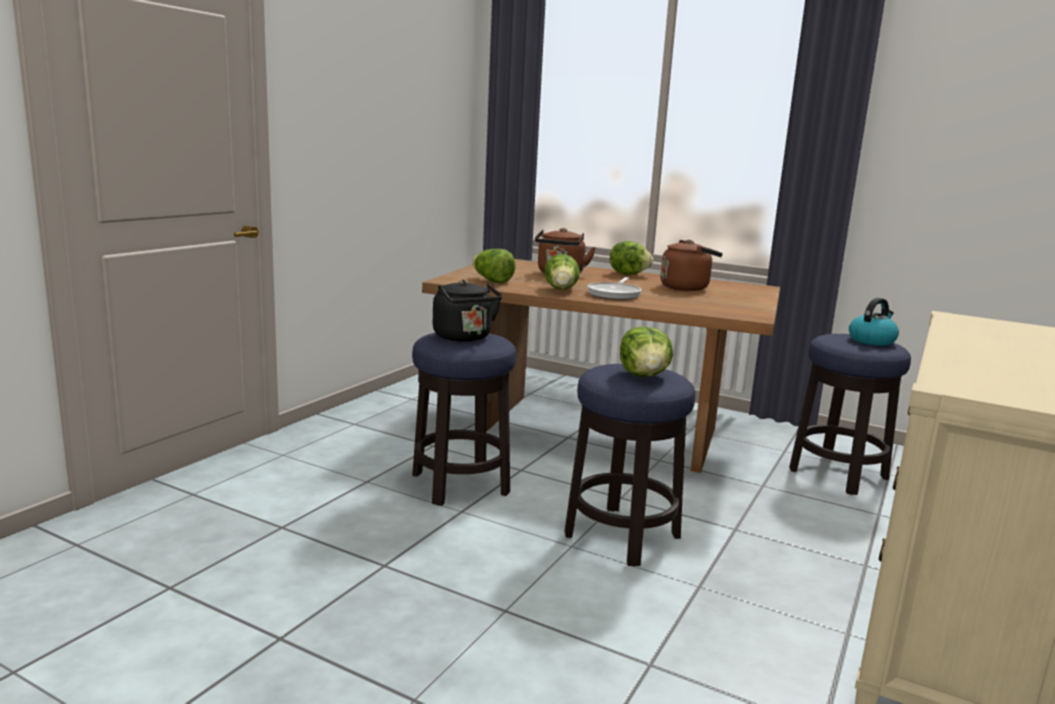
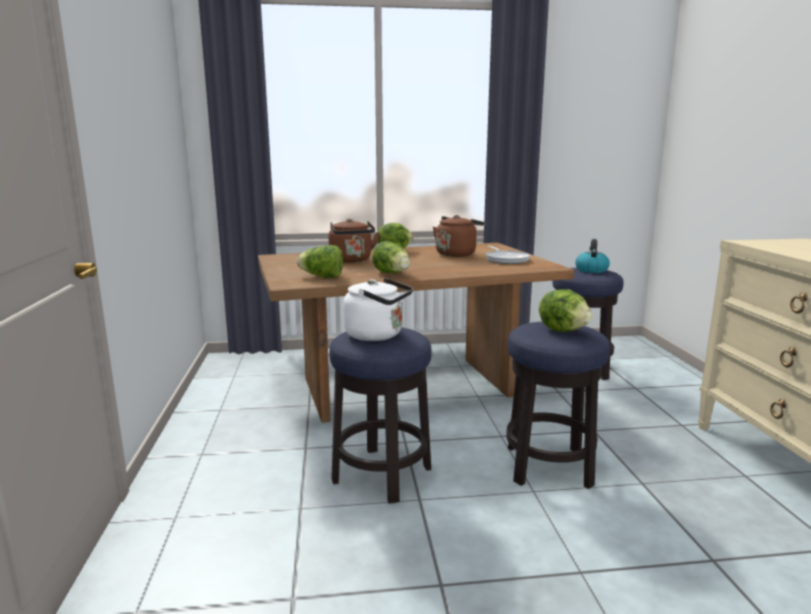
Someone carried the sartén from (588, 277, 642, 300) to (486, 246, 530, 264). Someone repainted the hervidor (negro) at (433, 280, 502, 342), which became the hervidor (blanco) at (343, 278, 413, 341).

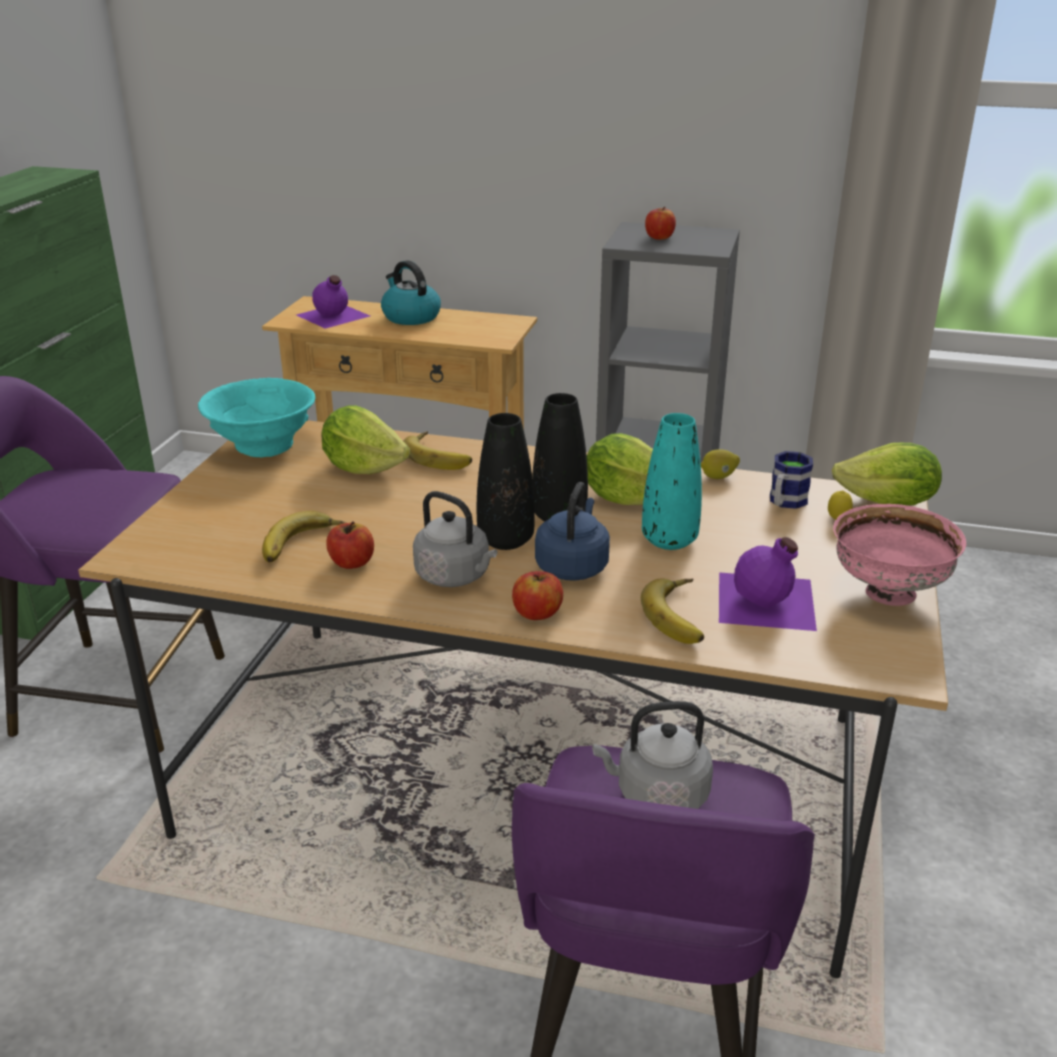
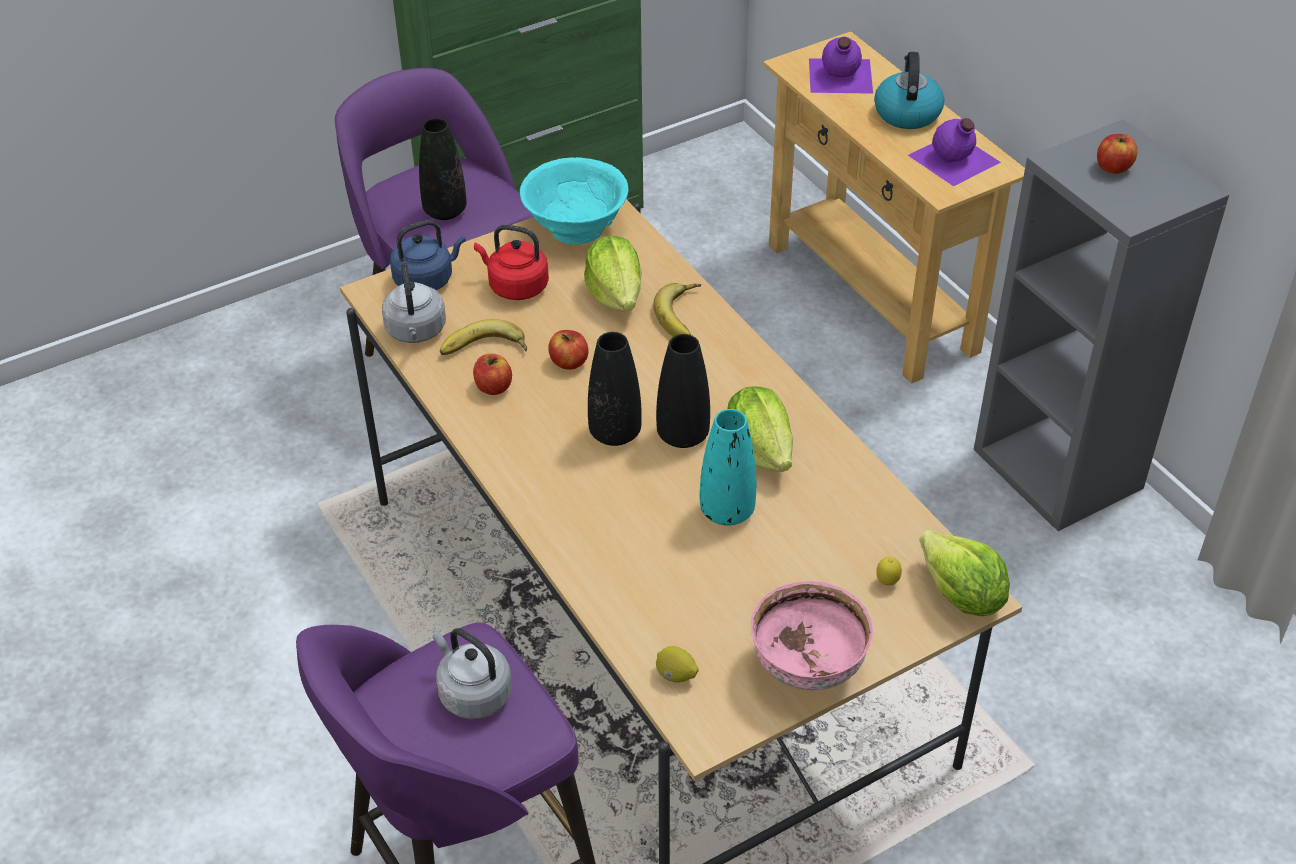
Someone took away the plátano at (641, 578, 704, 644). Someone took away the taza grande at (770, 451, 813, 509). Someone put down the florero (negro) at (419, 118, 467, 220). Someone put down the hervidor (rojo) at (474, 225, 549, 300). Someone carried the hervidor (gris) from (413, 491, 497, 587) to (382, 262, 446, 343). Someone carried the manzana from (512, 571, 563, 620) to (548, 330, 589, 370). Someone carried the hervidor (azul) from (535, 482, 610, 581) to (390, 220, 466, 290). Someone carried the limón from (701, 449, 740, 479) to (656, 646, 699, 683). Someone carried the botella (morado) from (719, 537, 817, 631) to (908, 118, 1001, 187).

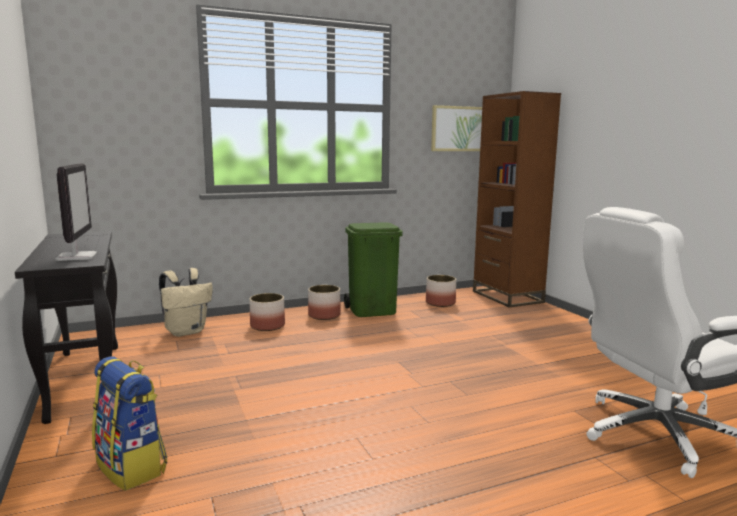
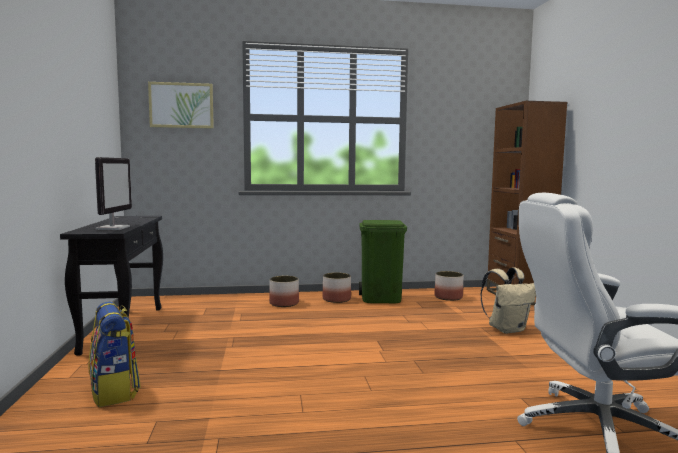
Someone carried the mochila (beis) from (159, 268, 213, 337) to (480, 267, 536, 334). Someone carried the cuadro from (431, 105, 482, 151) to (148, 82, 214, 129).

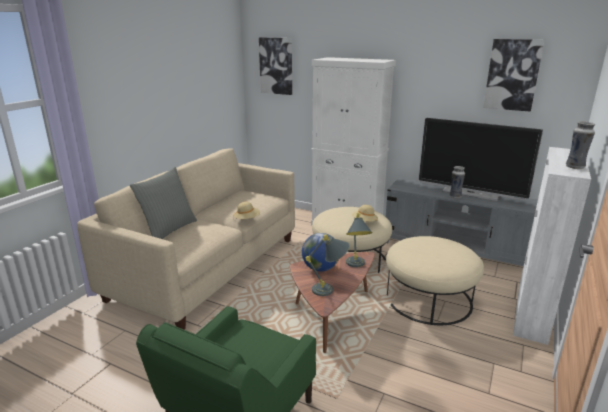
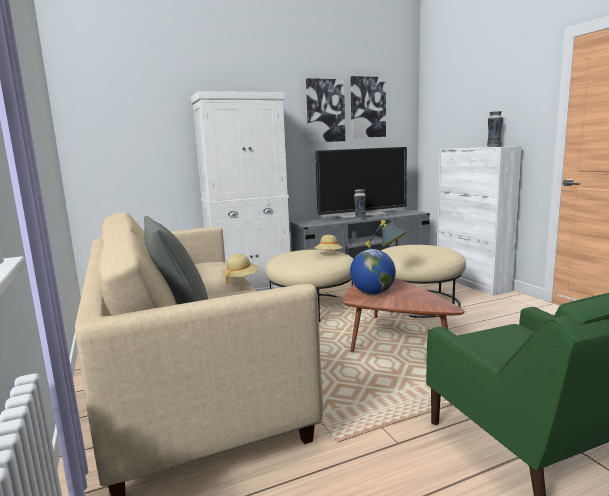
Someone took away the lámpara de mesa (gris) at (306, 234, 350, 296). Someone carried the cuadro from (259, 37, 292, 95) to (306, 78, 345, 142).

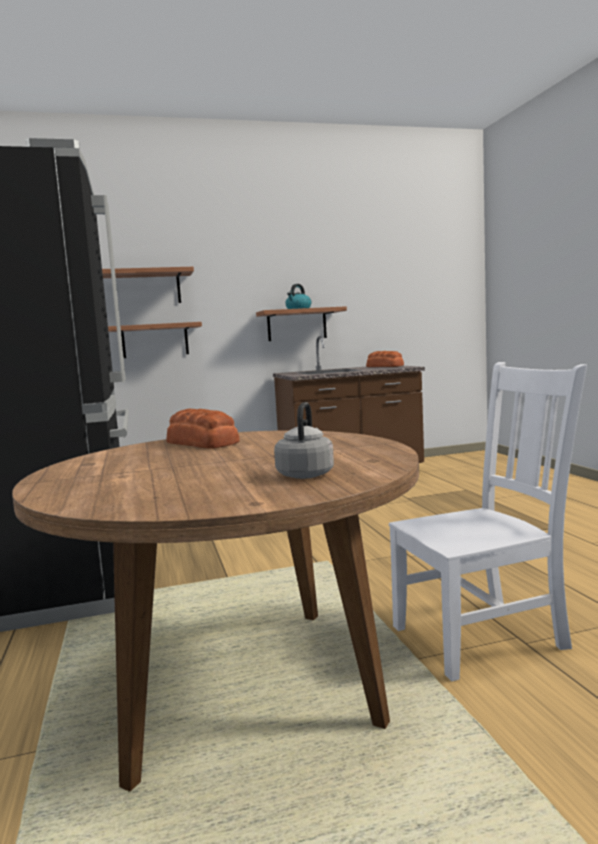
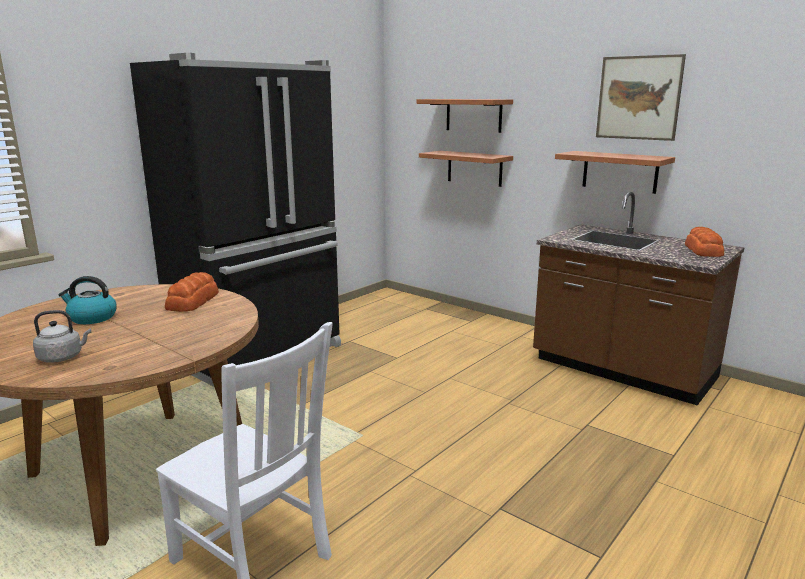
Someone put up the cuadro at (596, 54, 686, 141). Someone carried the hervidor from (285, 284, 311, 309) to (58, 276, 117, 324).

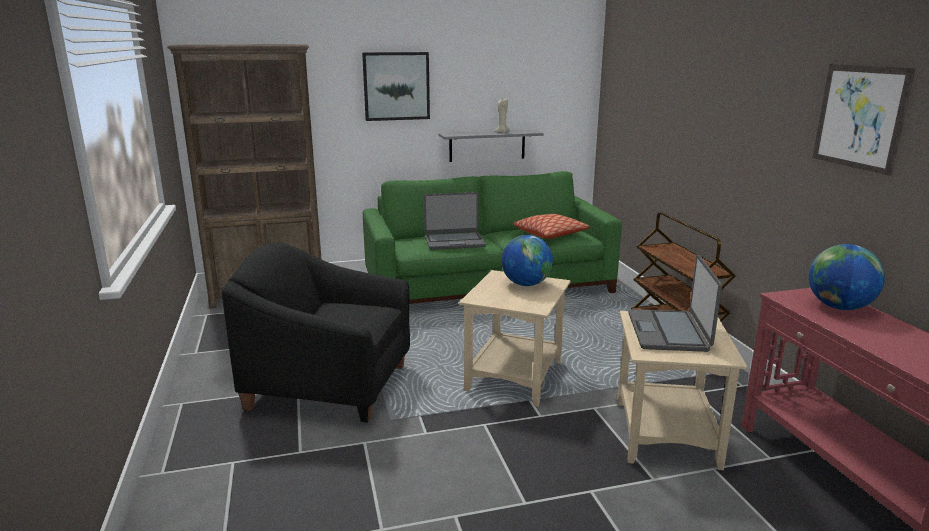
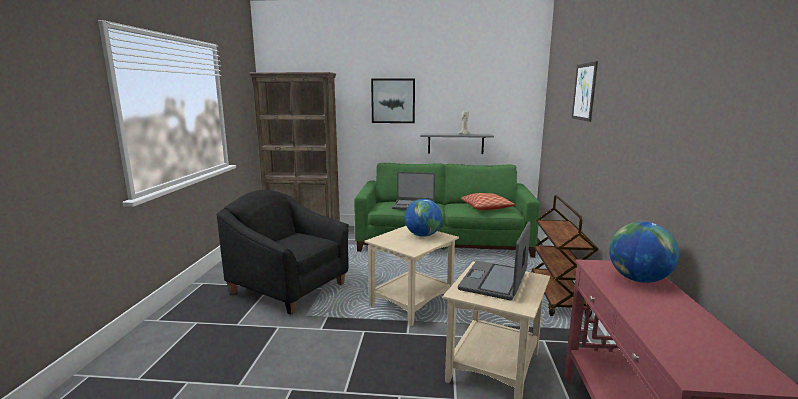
Someone carried the cuadro from (812, 64, 916, 176) to (572, 61, 598, 122).

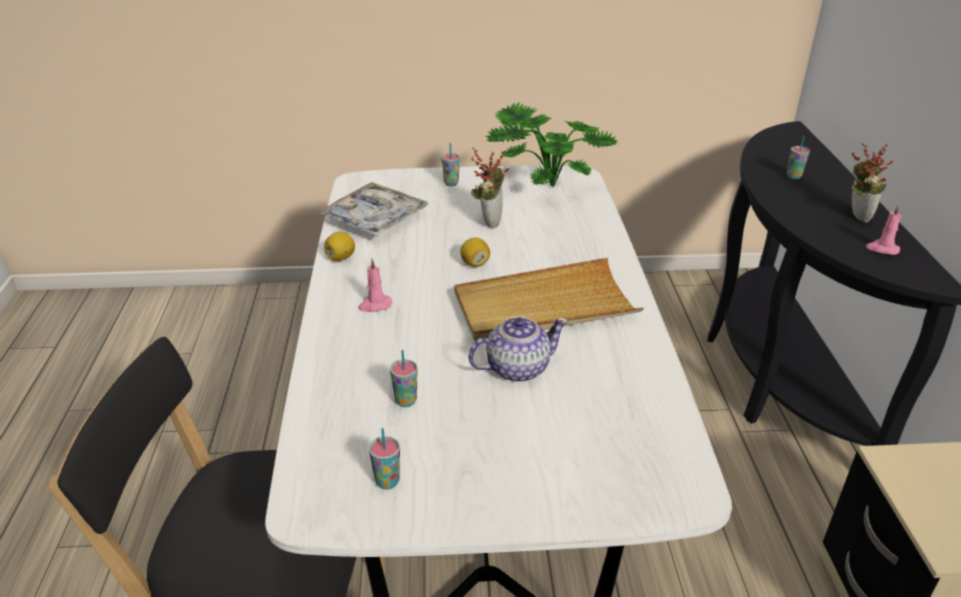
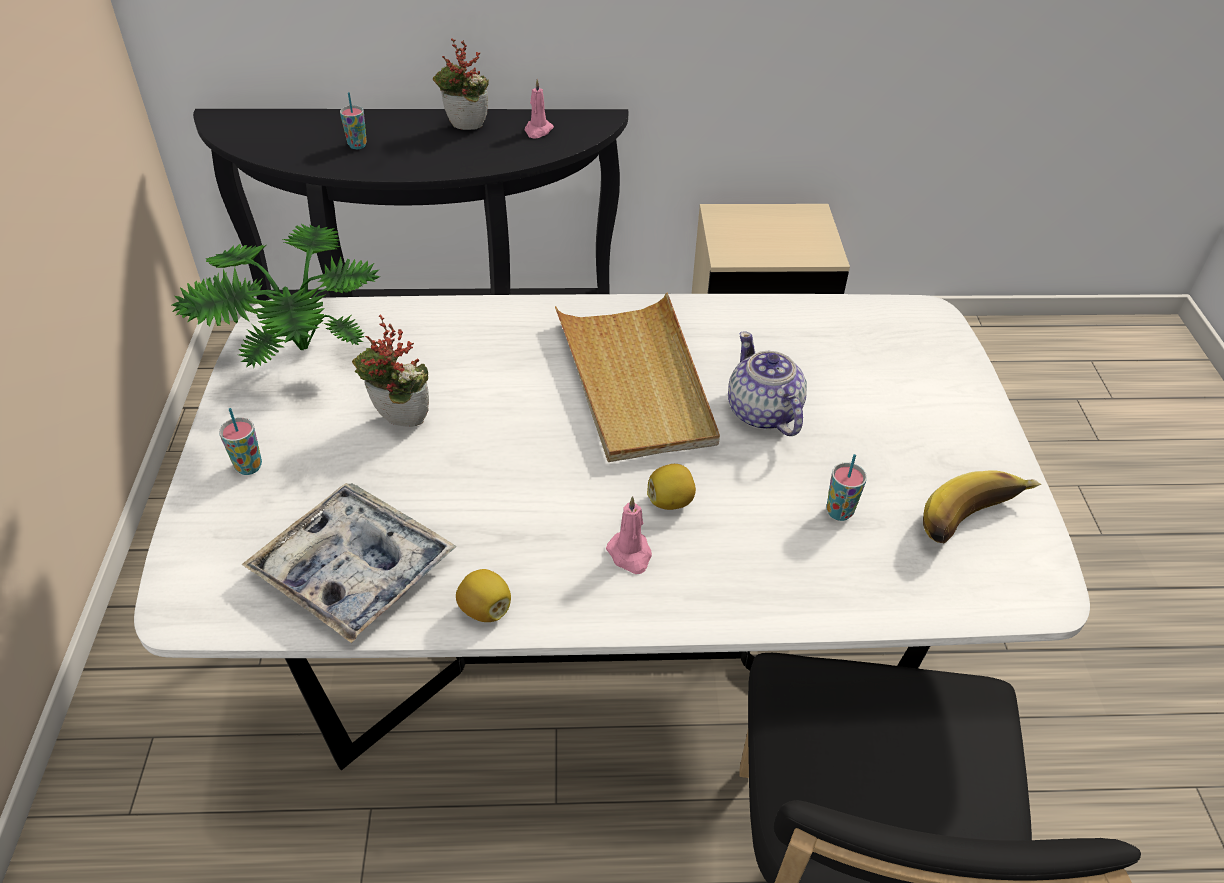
Someone carried the limón from (460, 237, 490, 267) to (647, 464, 696, 510). Someone swapped the taza at (369, 428, 400, 490) for the plátano at (923, 471, 1042, 544).

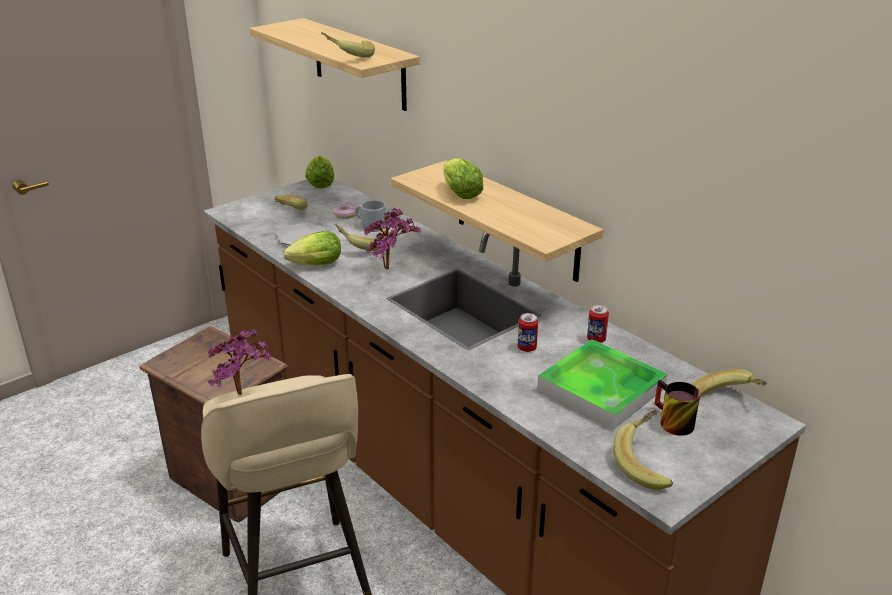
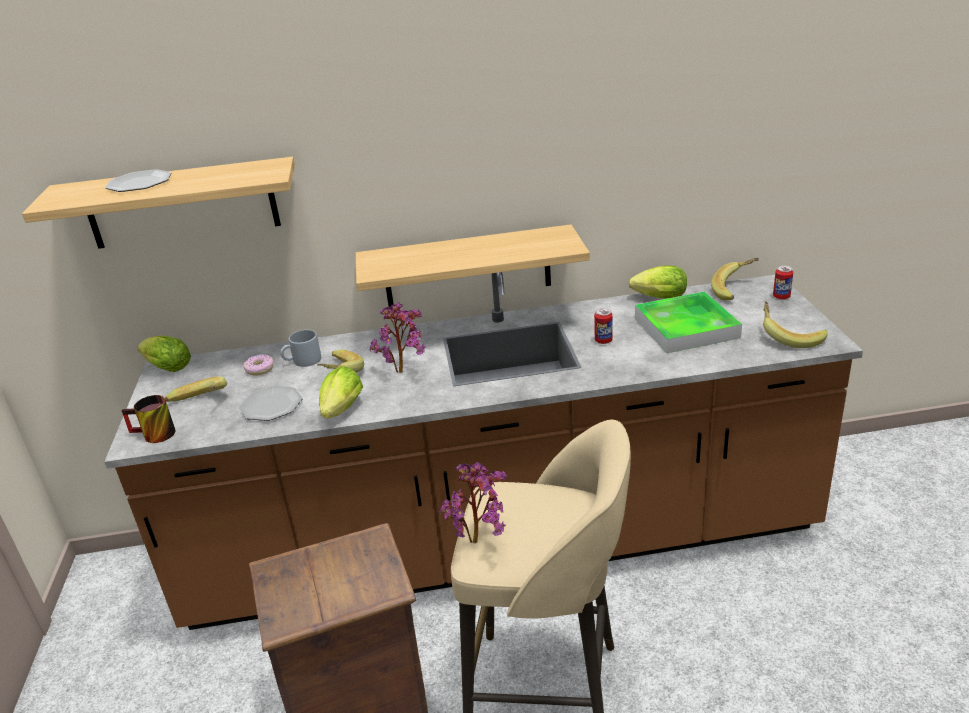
Someone took away the plátano at (321, 32, 375, 58). Someone put down the plato at (105, 169, 171, 192). Someone carried the lechuga from (443, 158, 483, 199) to (629, 265, 687, 299). Someone carried the lata from (587, 305, 609, 343) to (773, 266, 793, 300). Someone carried the taza grande from (655, 380, 700, 436) to (122, 395, 175, 443).

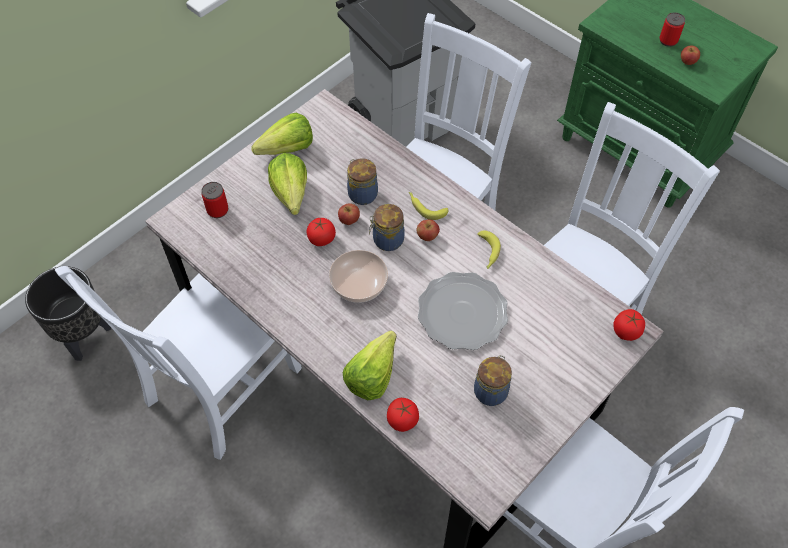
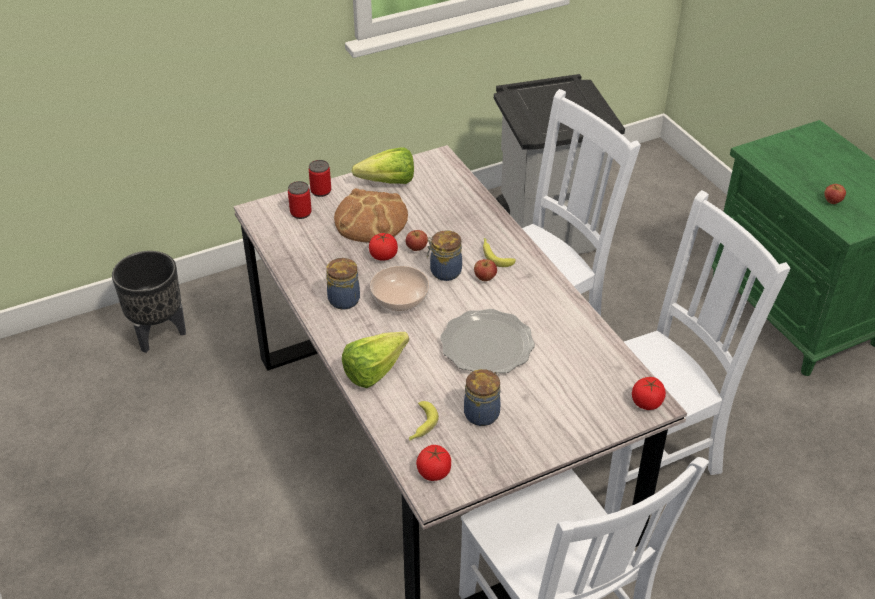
Someone took away the silla (blanco) at (55, 266, 302, 460). Someone carried the tarro from (347, 158, 378, 205) to (326, 257, 360, 310). Someone carried the tomate from (387, 398, 419, 432) to (416, 445, 451, 481). Someone carried the plátano from (477, 231, 501, 269) to (409, 401, 439, 441). Someone carried the lata from (659, 12, 685, 47) to (309, 160, 331, 197). Someone swapped the lechuga at (268, 153, 307, 215) for the pan at (334, 188, 408, 243).

